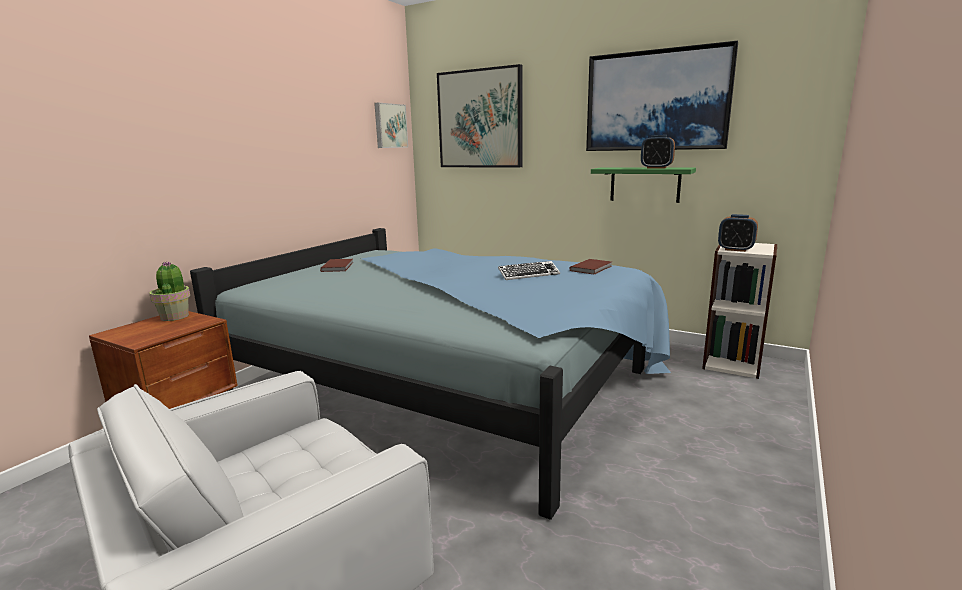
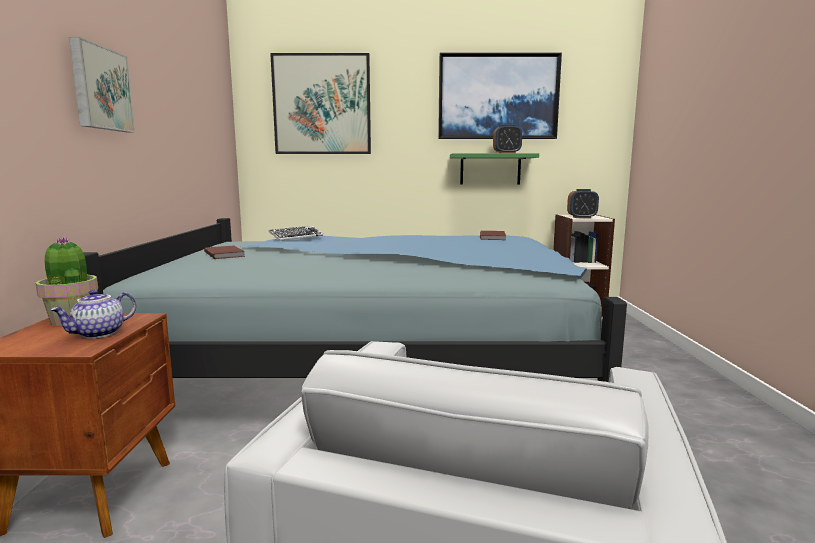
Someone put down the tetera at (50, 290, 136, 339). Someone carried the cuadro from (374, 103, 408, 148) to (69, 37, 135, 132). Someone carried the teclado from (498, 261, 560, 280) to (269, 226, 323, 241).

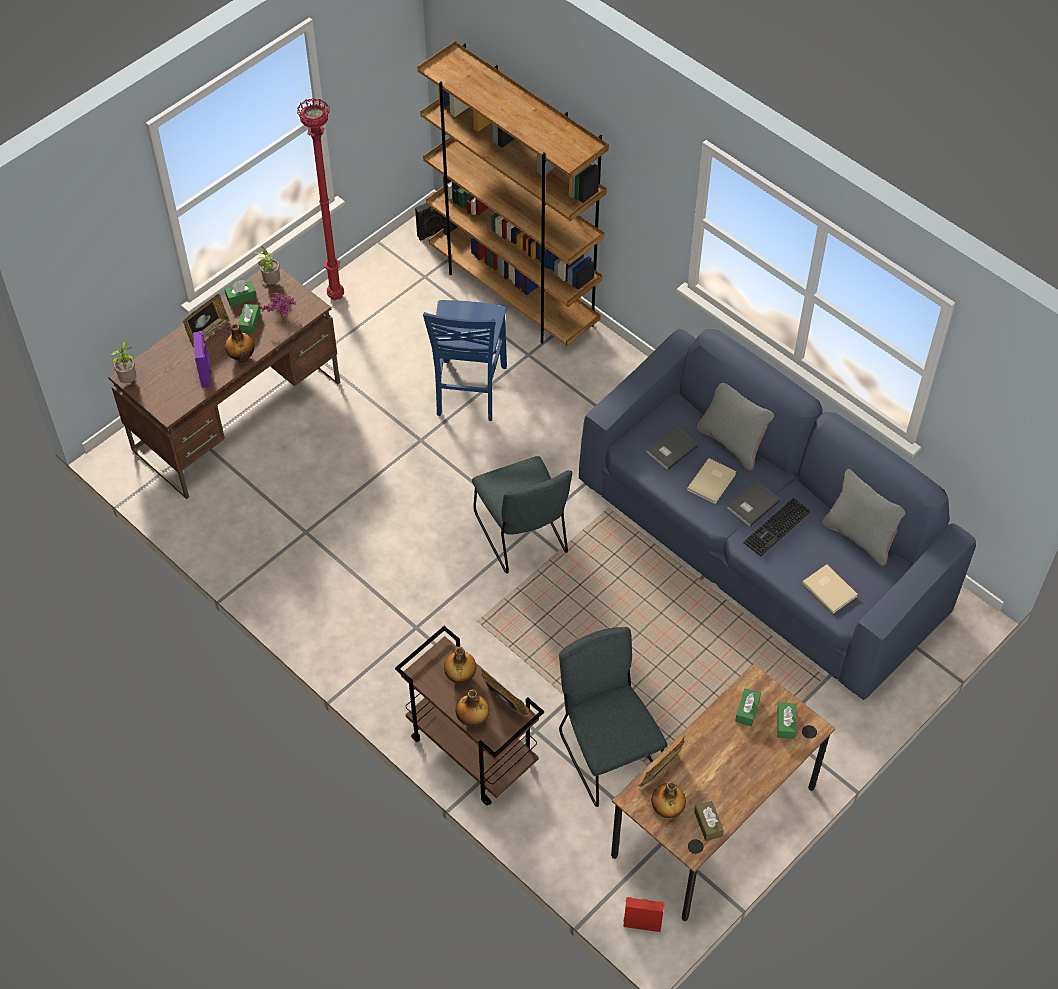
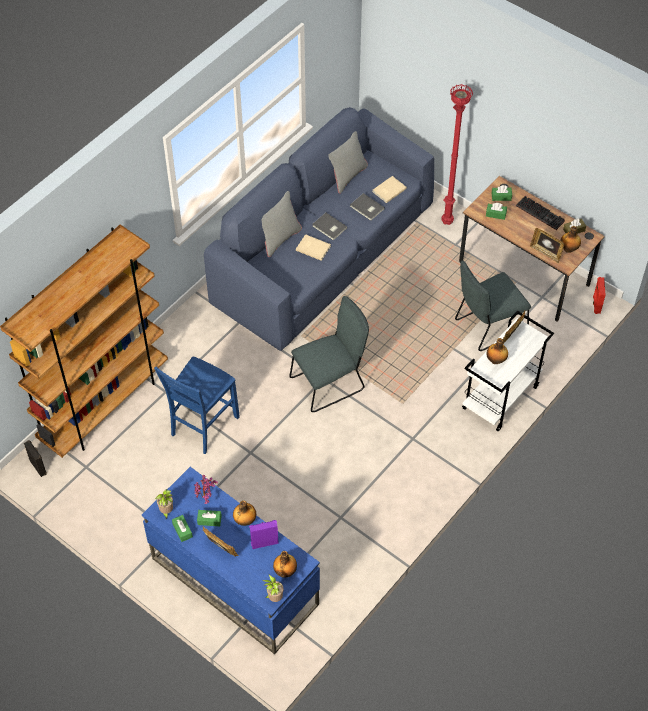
Someone carried the lámpara de pie (rojo) from (297, 98, 344, 300) to (442, 84, 473, 225). Someone carried the botella from (456, 690, 489, 727) to (273, 551, 297, 577). Someone carried the libro (gris) from (646, 426, 698, 470) to (350, 193, 385, 221). Someone carried the teclado from (744, 498, 810, 556) to (516, 196, 565, 230). Someone repainted the escritorio (marrón) at (108, 267, 340, 499), which became the escritorio (azul) at (142, 467, 320, 654). Someone repainted the carrito (marrón) at (395, 626, 544, 806), which became the carrito (blanco) at (462, 310, 554, 431). Someone rotated the silla (azul) at (423, 300, 507, 421) by 120 degrees clockwise.

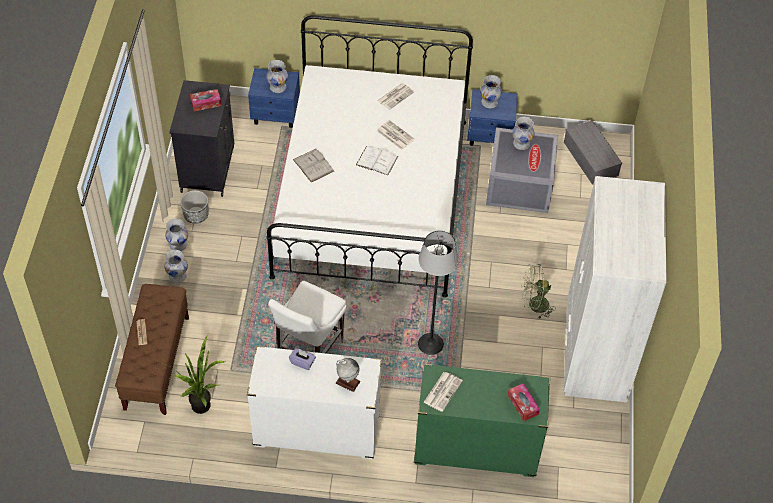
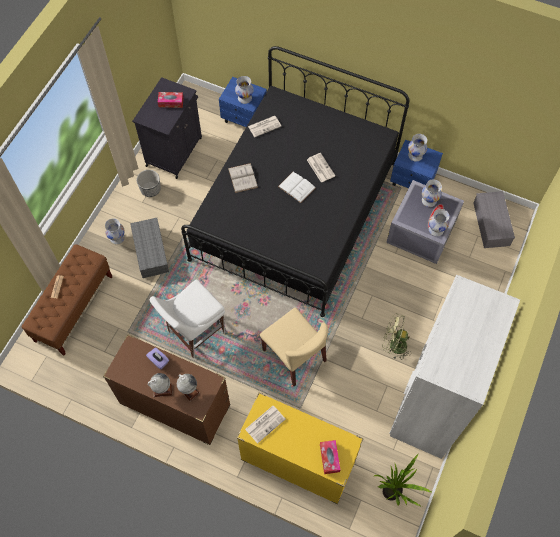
Someone put down the caja de almacenaje (gris) at (130, 218, 169, 278). Someone put down the globo terráqueo at (148, 373, 172, 397). Someone carried the florero (blanco) from (165, 218, 188, 251) to (429, 209, 449, 236). Someone carried the planta en maceta from (166, 336, 225, 414) to (373, 453, 433, 507). Someone carried the periódico from (377, 83, 414, 110) to (248, 116, 281, 137). Someone swapped the lámpara de pie at (418, 231, 459, 355) for the silla (beis) at (260, 307, 328, 386). Someone repainted the cómoda (blanco) at (247, 346, 382, 459), which became the cómoda (marrón) at (103, 334, 230, 445). Someone repainted the cama (blanco) at (266, 15, 473, 298), which became the cama (negro) at (181, 46, 409, 317). Someone repainted the cómoda (verde) at (414, 364, 550, 477), which became the cómoda (amarillo) at (237, 392, 364, 504).

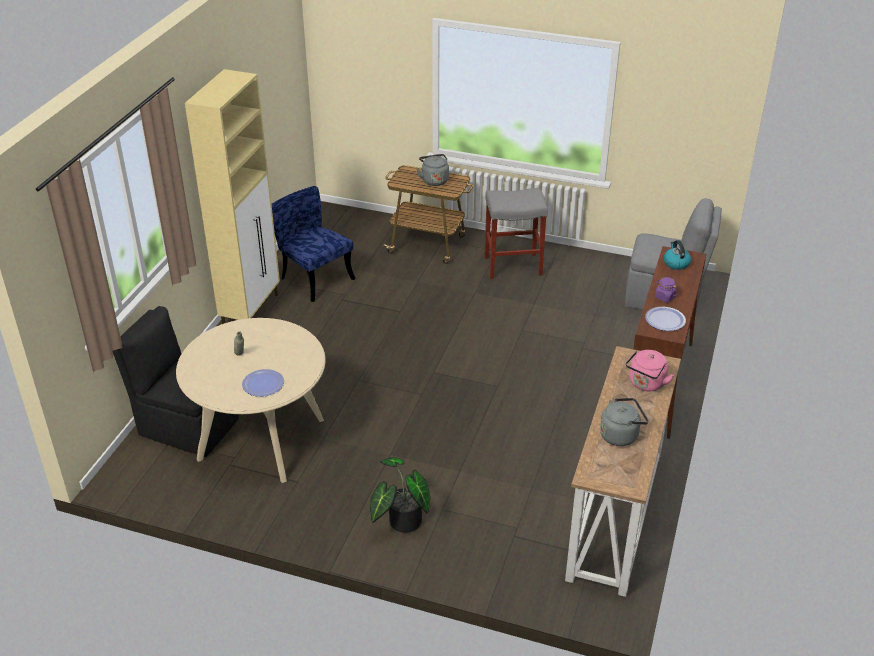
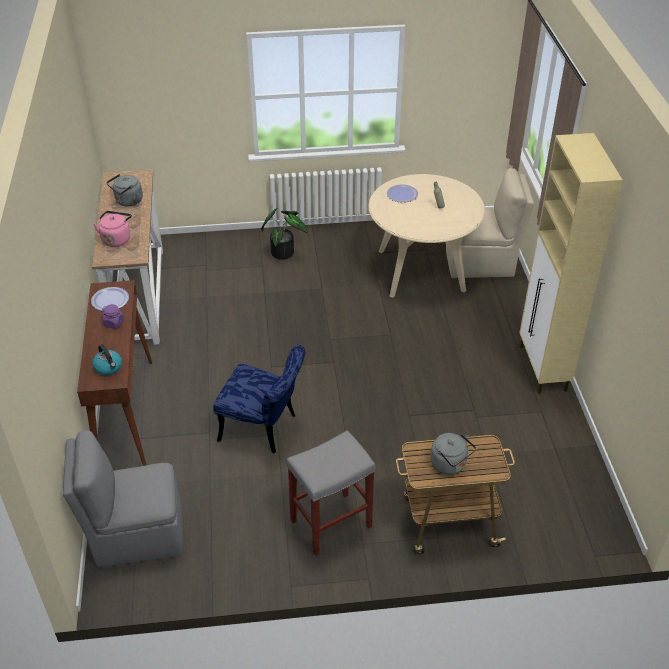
Someone carried the silla (azul) from (272, 186, 356, 302) to (213, 345, 306, 453). Someone repainted the silla (negro) at (112, 306, 239, 457), which became the silla (beis) at (446, 168, 534, 278).

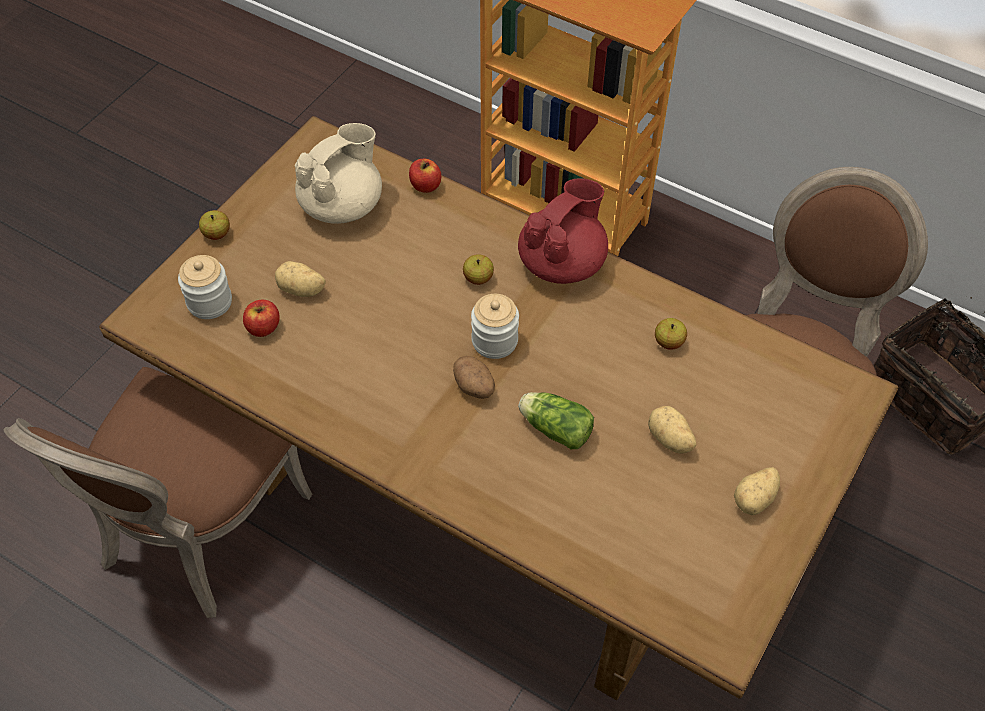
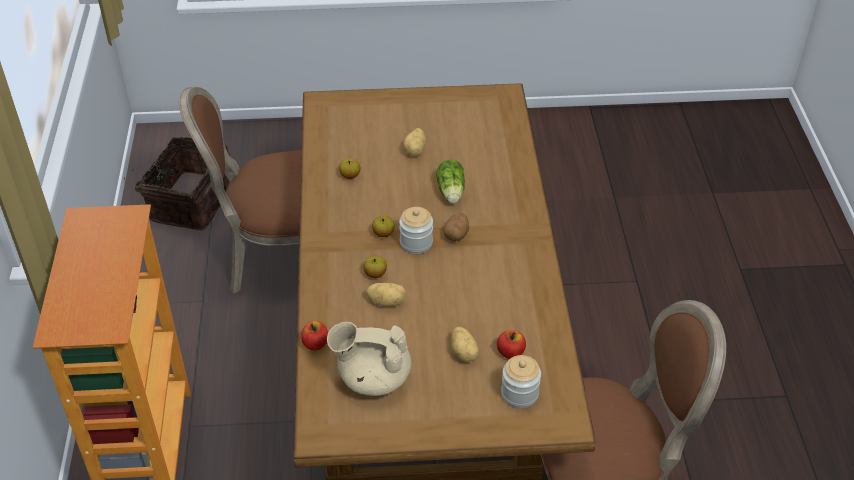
Someone took away the tetera (rojo) at (518, 178, 608, 284). Someone carried the manzana from (199, 210, 230, 240) to (372, 216, 395, 237). Someone carried the patata from (734, 467, 780, 515) to (367, 283, 406, 307).

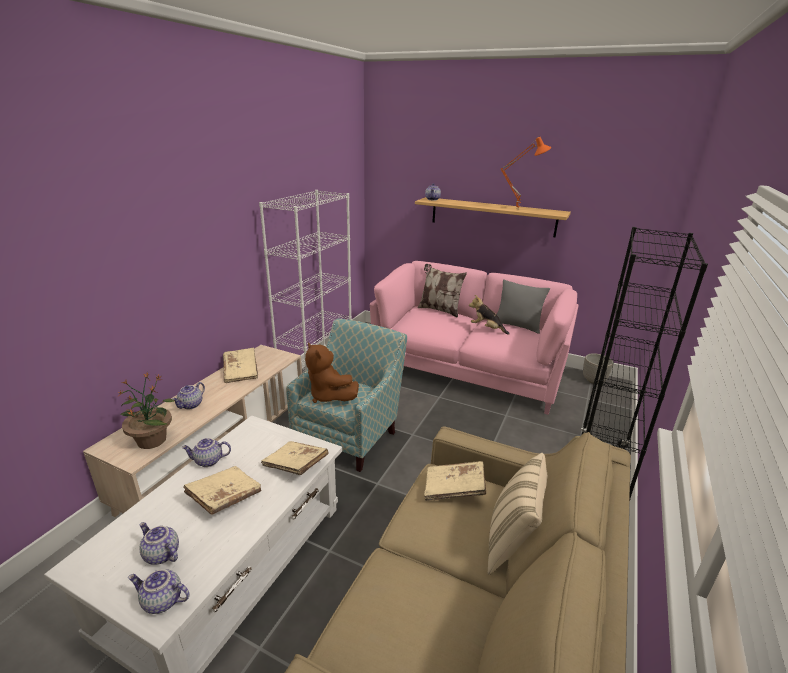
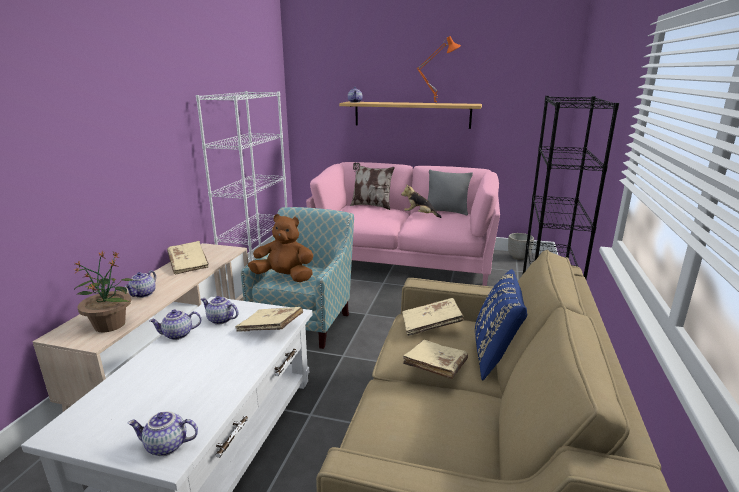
Someone carried the tetera from (139, 522, 179, 565) to (201, 296, 238, 325). Someone carried the libro (beis) from (183, 466, 261, 515) to (403, 340, 468, 379). Someone repainted the cojín (beis) at (488, 453, 547, 575), which became the cojín (azul) at (475, 269, 527, 380). Someone rotated the peluche (marrón) at (305, 342, 359, 403) by 150 degrees clockwise.

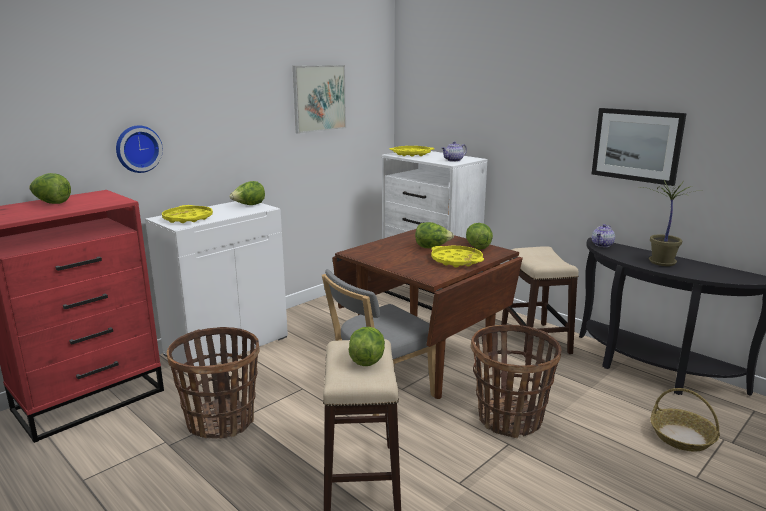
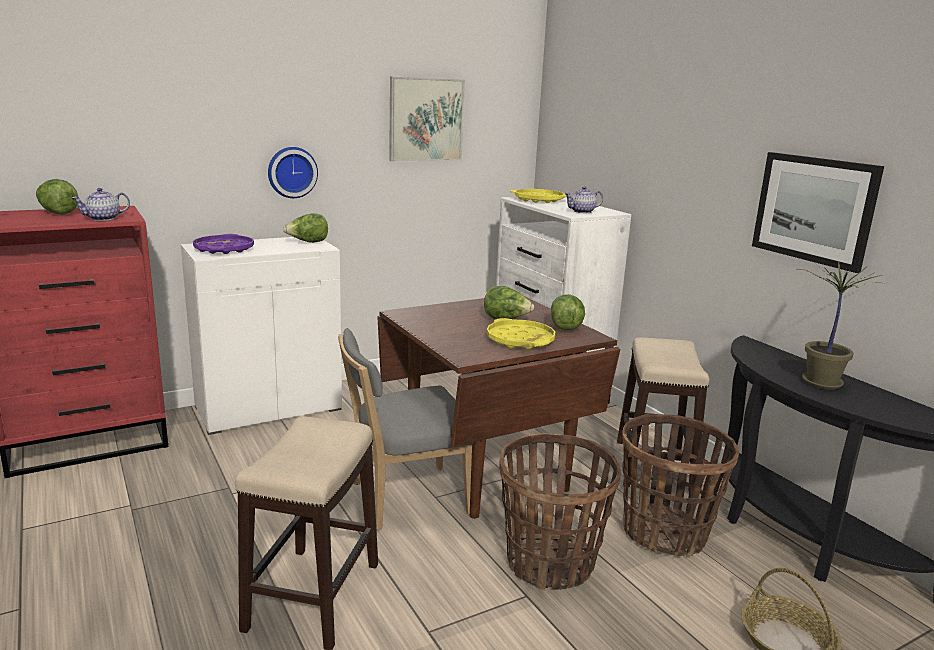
Someone took away the lechuga at (349, 327, 385, 366). Someone carried the reloj de pared from (116, 125, 163, 173) to (268, 147, 318, 198). Someone carried the cesta from (167, 327, 260, 439) to (622, 414, 739, 557). Someone carried the tetera from (592, 224, 615, 247) to (72, 188, 130, 221). Someone repainted the bandeja (amarillo) at (162, 205, 213, 223), which became the bandeja (morado) at (193, 234, 254, 254).

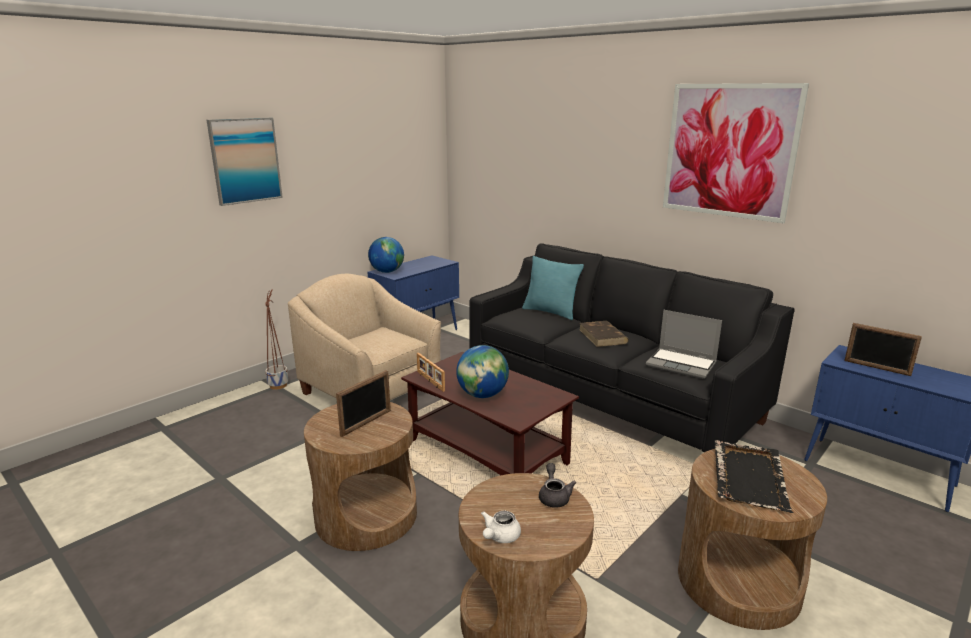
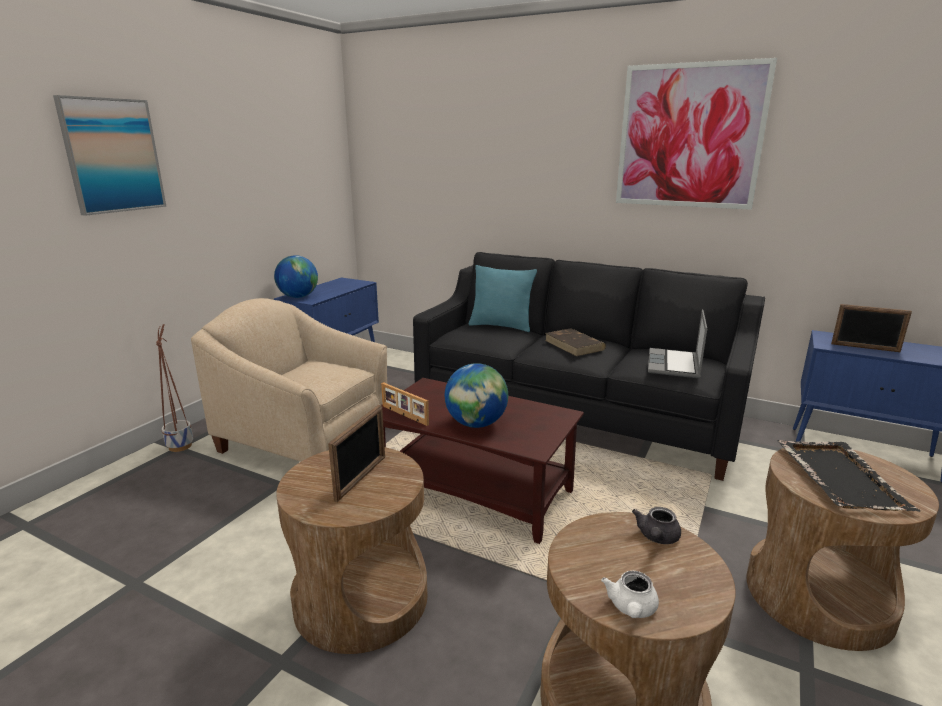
Someone rotated the tetera (gris) at (539, 463, 576, 508) by 135 degrees counterclockwise. Someone rotated the portátil at (646, 310, 722, 379) by 90 degrees clockwise.

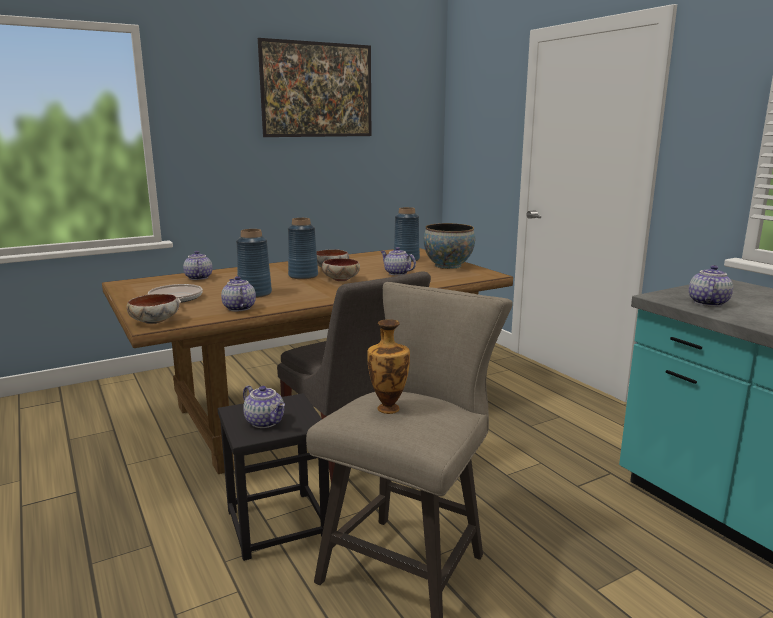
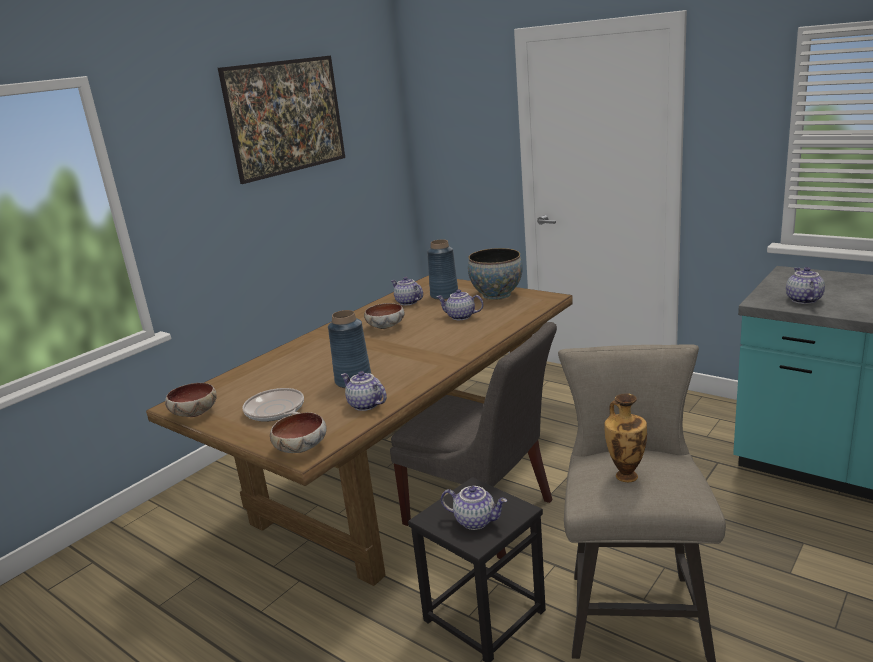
Someone took away the florero (azul) at (288, 218, 318, 279). Someone carried the tetera from (183, 251, 212, 280) to (391, 277, 423, 305). Someone carried the cuenco from (322, 258, 360, 281) to (165, 383, 217, 417).

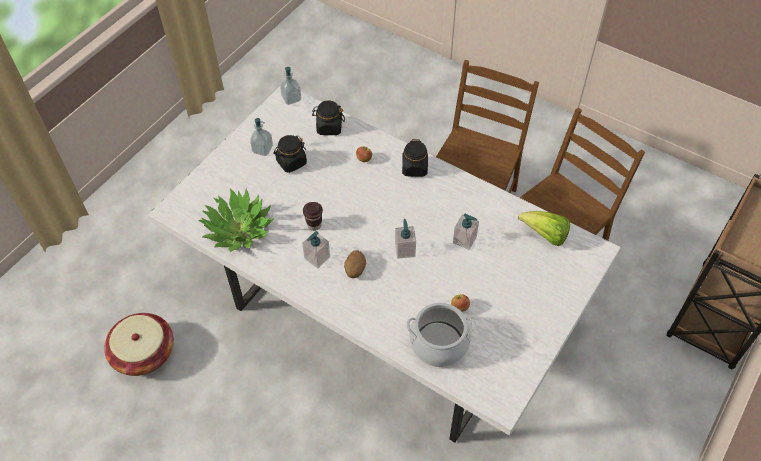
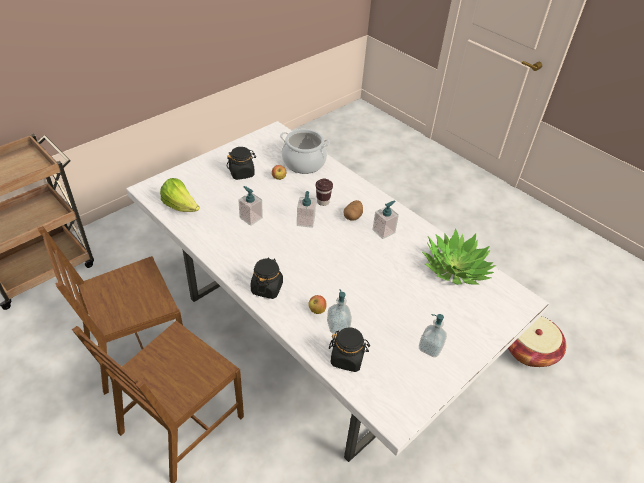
Someone carried the tarro (negro) from (273, 135, 307, 173) to (227, 147, 256, 180). Someone carried the dispensador de jabón from (280, 67, 301, 105) to (327, 289, 352, 334). Someone carried the taza (marrón) from (303, 202, 323, 231) to (316, 179, 333, 206).

